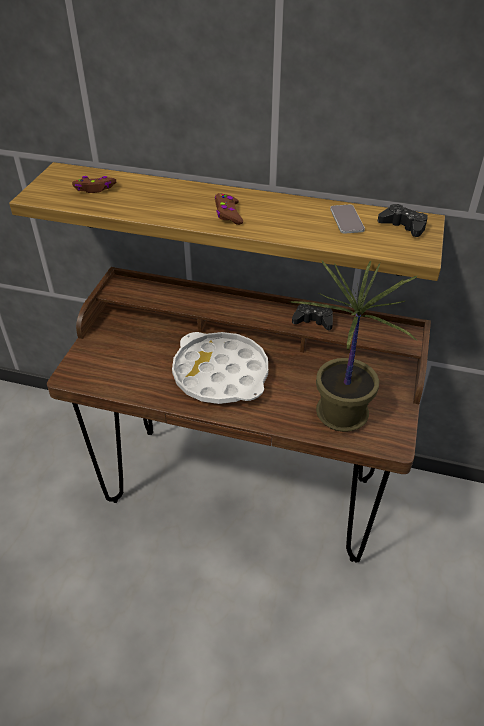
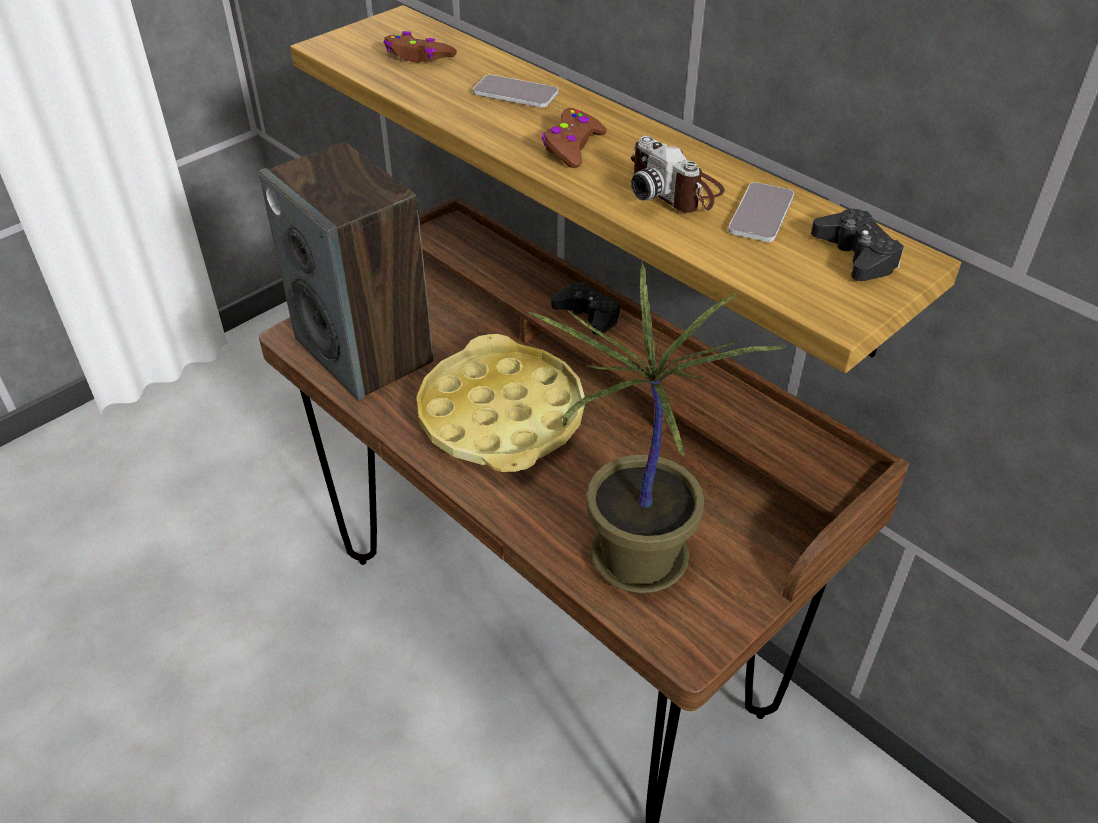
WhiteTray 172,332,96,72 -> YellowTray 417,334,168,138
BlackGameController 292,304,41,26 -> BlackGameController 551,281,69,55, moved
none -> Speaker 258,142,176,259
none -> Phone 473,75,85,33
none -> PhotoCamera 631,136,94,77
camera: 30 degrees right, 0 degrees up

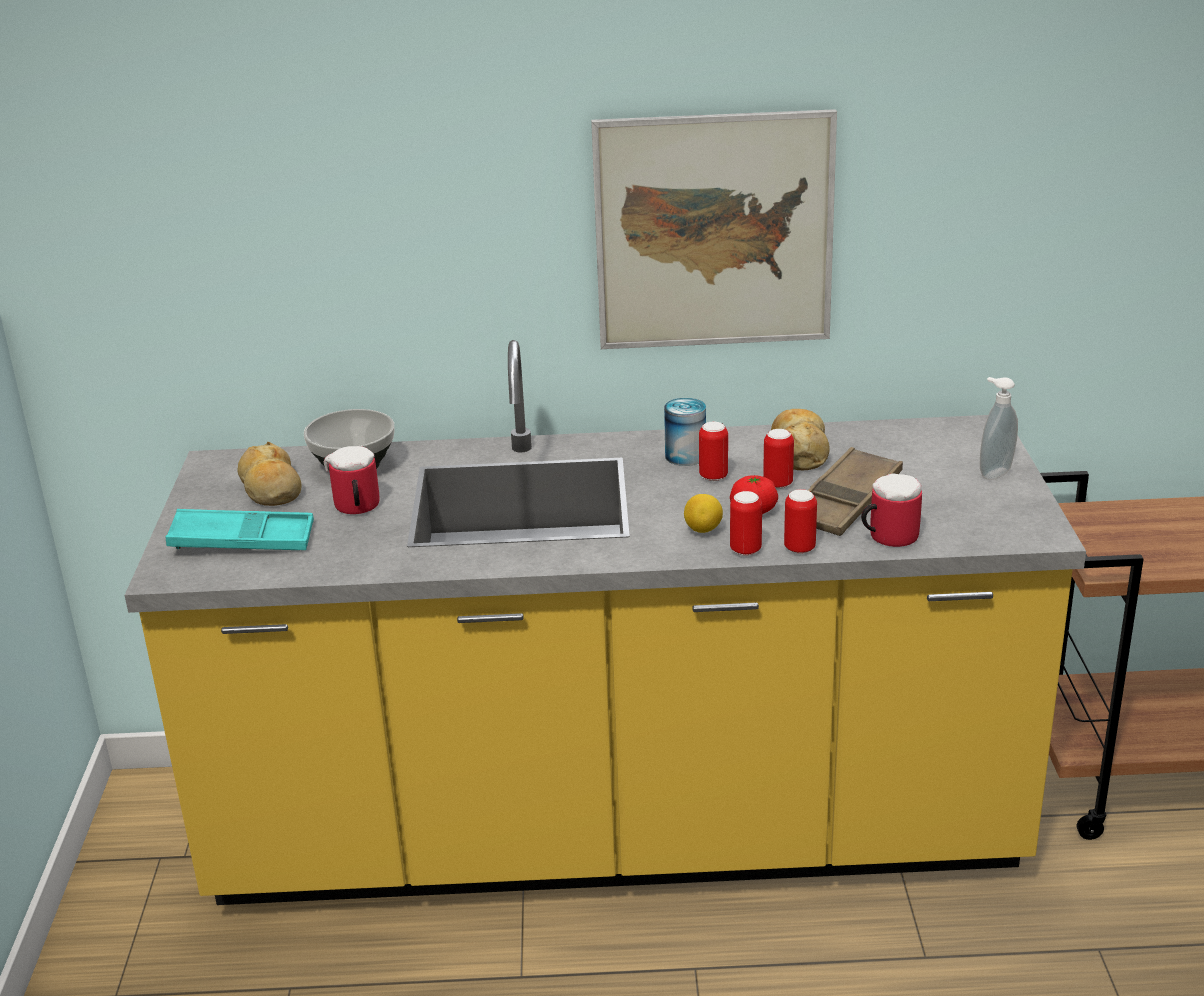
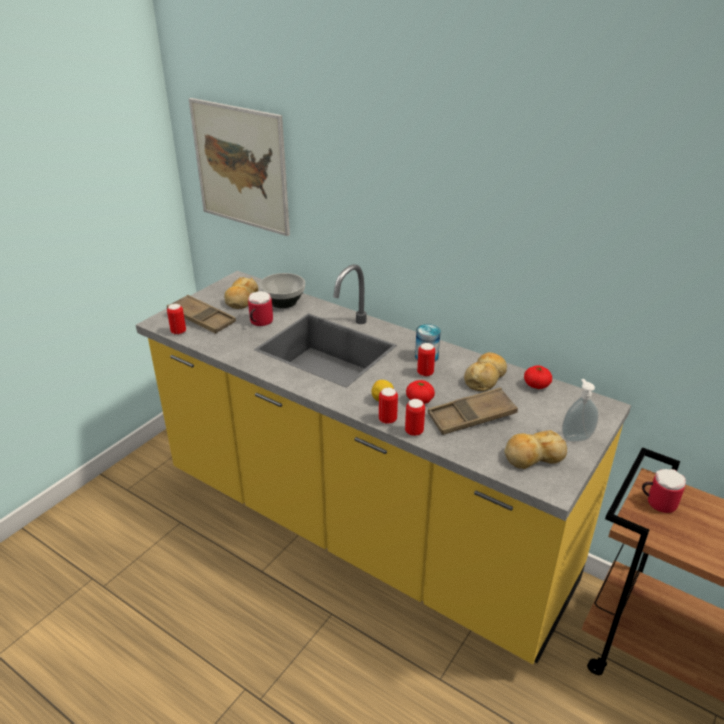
TurquoiseTray 166,509,148,41 -> BrownTray 167,295,69,39
Picture 591,109,246,240 -> Picture 189,98,101,138, moved
Can 763,429,31,60 -> Can 167,304,19,31, moved
Mug 861,473,61,74 -> Mug 642,469,44,44, moved
none -> Bread 504,430,63,39
none -> Tomato 524,365,28,24
camera: 35 degrees right, 5 degrees up

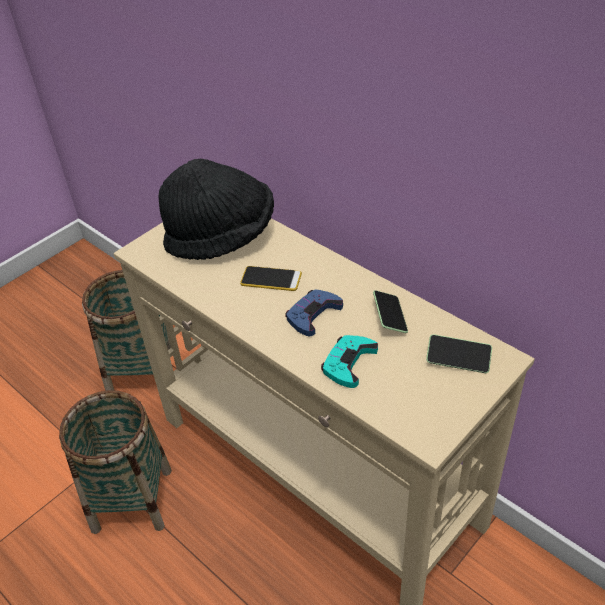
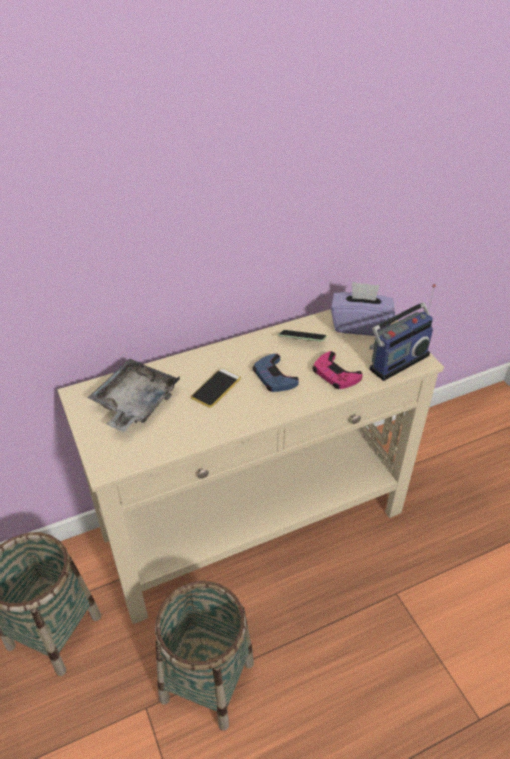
BlackHat 158,159,116,101 -> GreyTray 88,359,92,73
TurquoiseGameController 321,335,57,53 -> PinkGameController 312,351,51,38
Phone 426,334,66,39 -> PurpleTissueBox 331,282,64,54
none -> Radio 369,284,67,97
camera: 70 degrees left, 0 degrees up

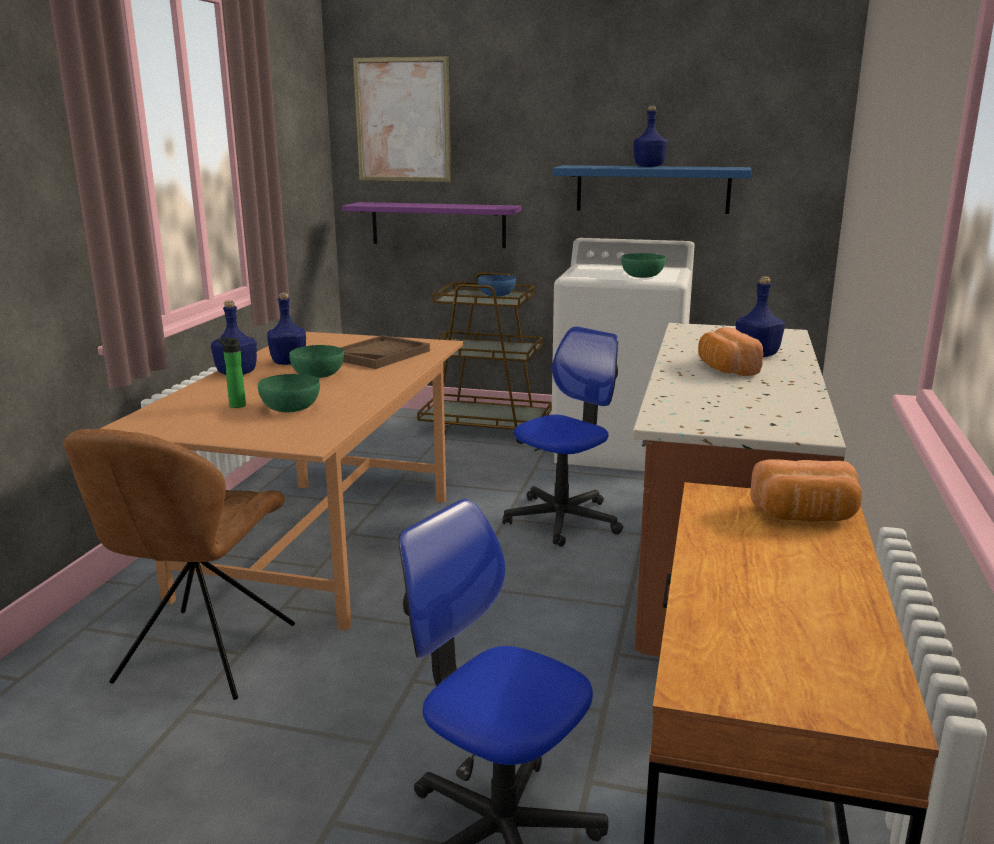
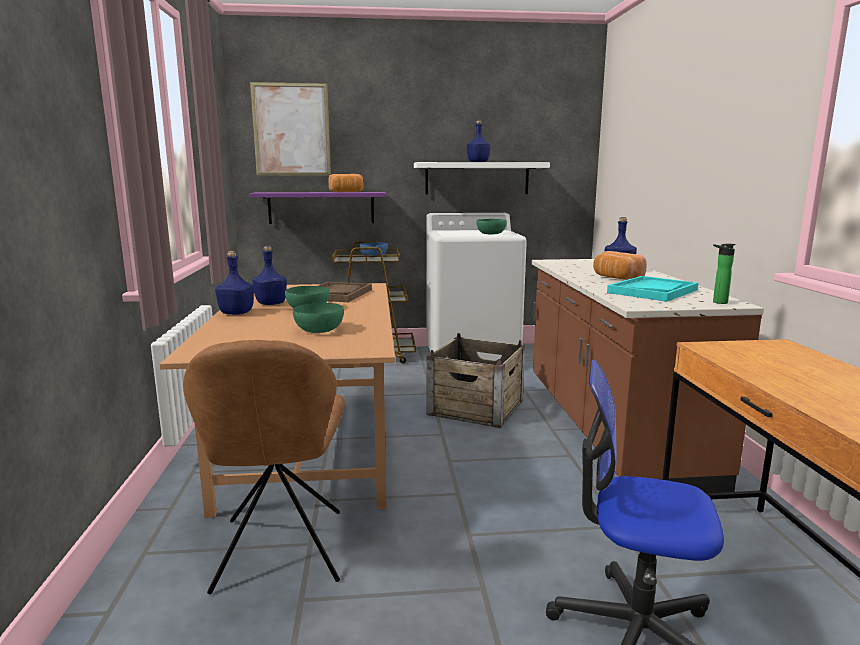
Bottle 217,337,29,71 -> Bottle 713,244,23,60, moved
OfficeChair 503,326,120,221 -> Crate 427,333,98,95
BlueShelf 552,165,200,49 -> WhiteShelf 414,162,136,33
Bread 750,459,112,63 -> Bread 329,174,35,18, moved
none -> TurquoiseTray 607,276,92,26
camera: 20 degrees left, 5 degrees down

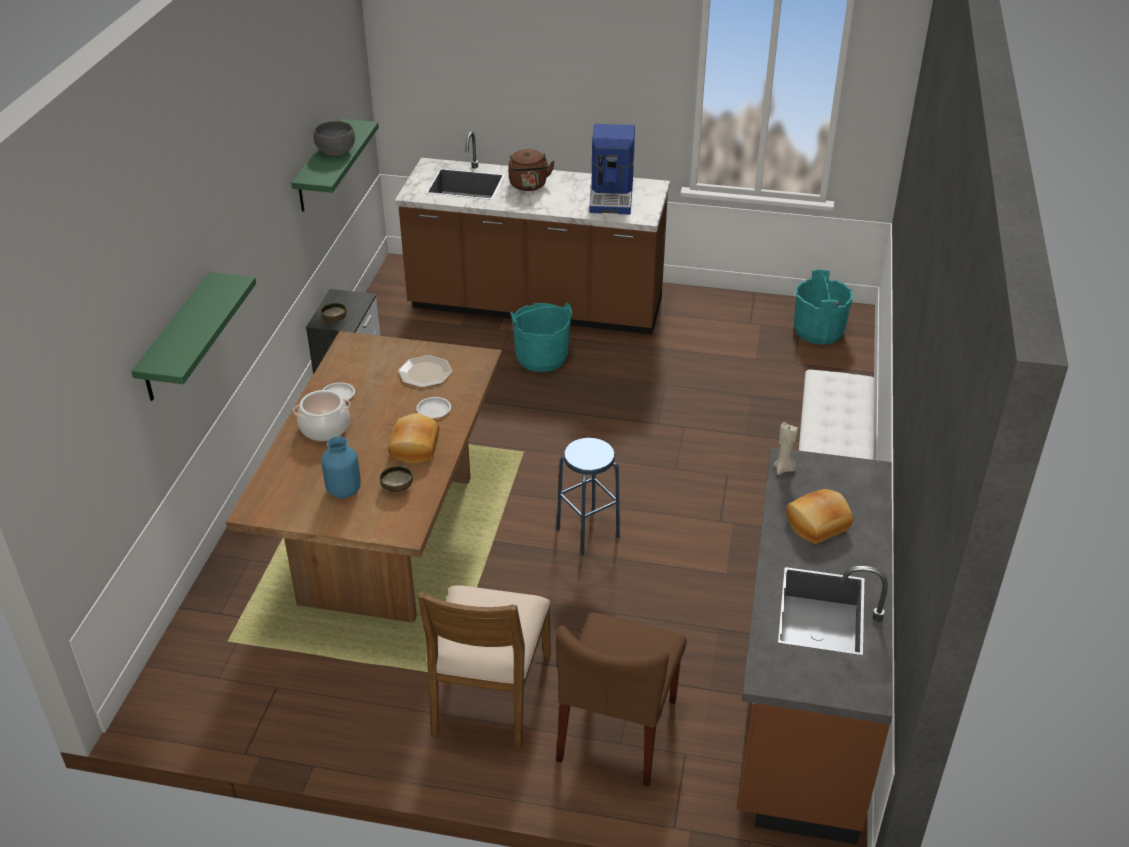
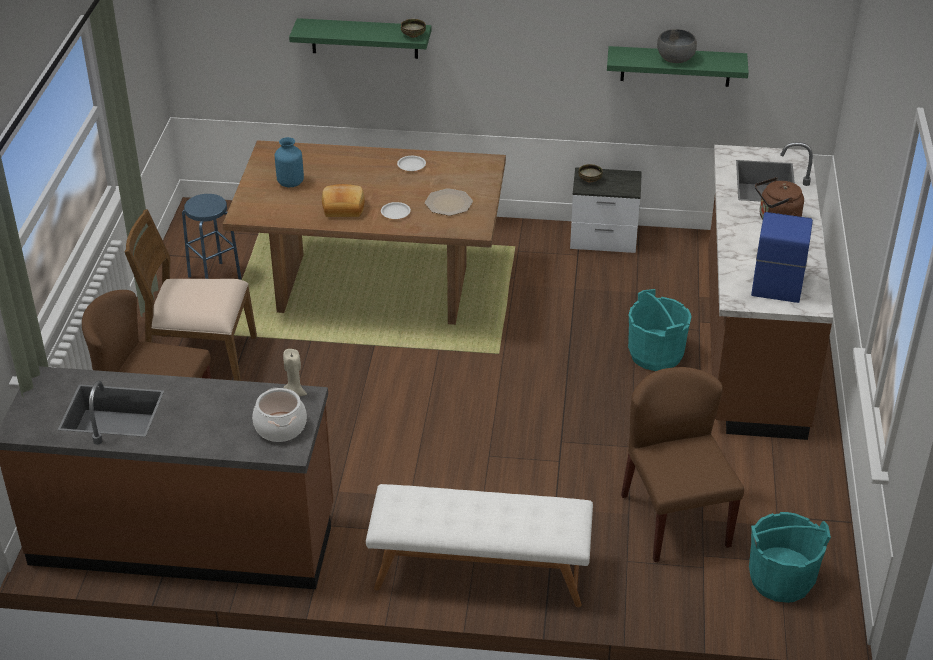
CookingPot 293,390,58,51 -> CookingPot 252,388,55,54, moved
Bowl 380,465,33,27 -> Bowl 401,19,25,19, moved
BlueStool 557,438,63,118 -> BlueStool 182,194,60,86, moved
CoffeeMachine 589,124,46,90 -> CoffeeMachine 751,212,62,91, 105 degrees clockwise
Bread 786,489,67,55 -> none
none -> BrownChair 621,367,123,195
camera: 85 degrees right, 0 degrees up

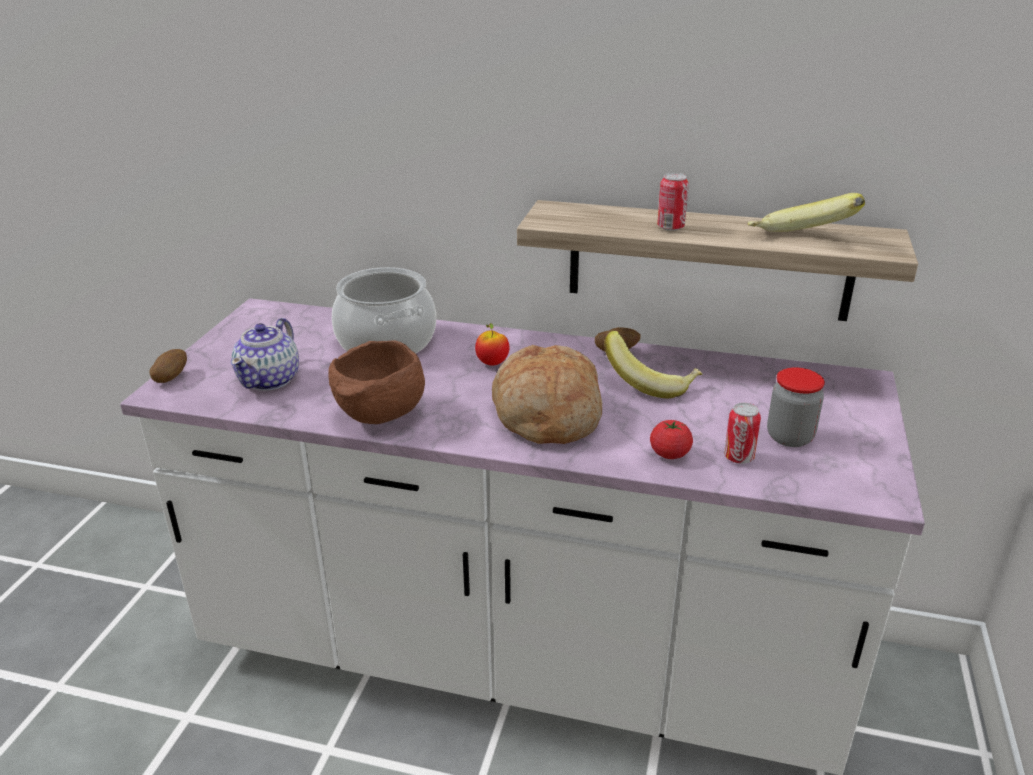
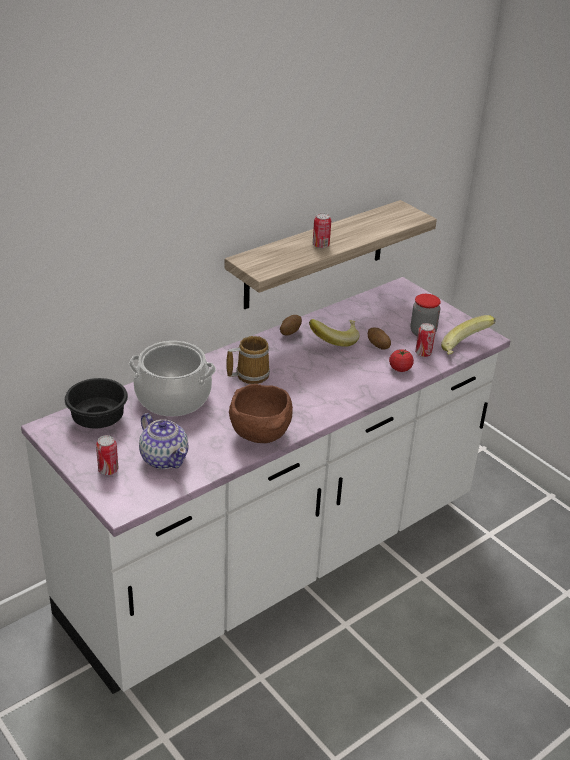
Potato 149,349,38,34 -> Potato 368,328,23,22, moved
Apple 475,323,34,42 -> Mug 226,336,44,48
Bread 492,345,110,99 -> none
Banana 748,193,117,39 -> Banana 441,315,55,40, moved
none -> BlackBowl 65,378,63,50
none -> Can 96,435,22,40
camera: 55 degrees left, 5 degrees up

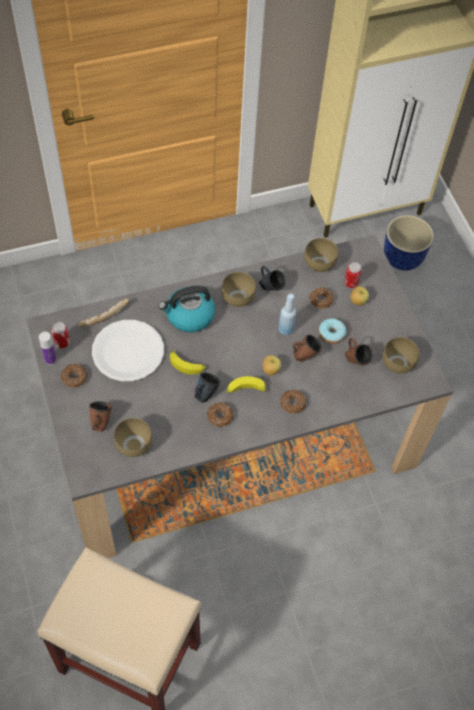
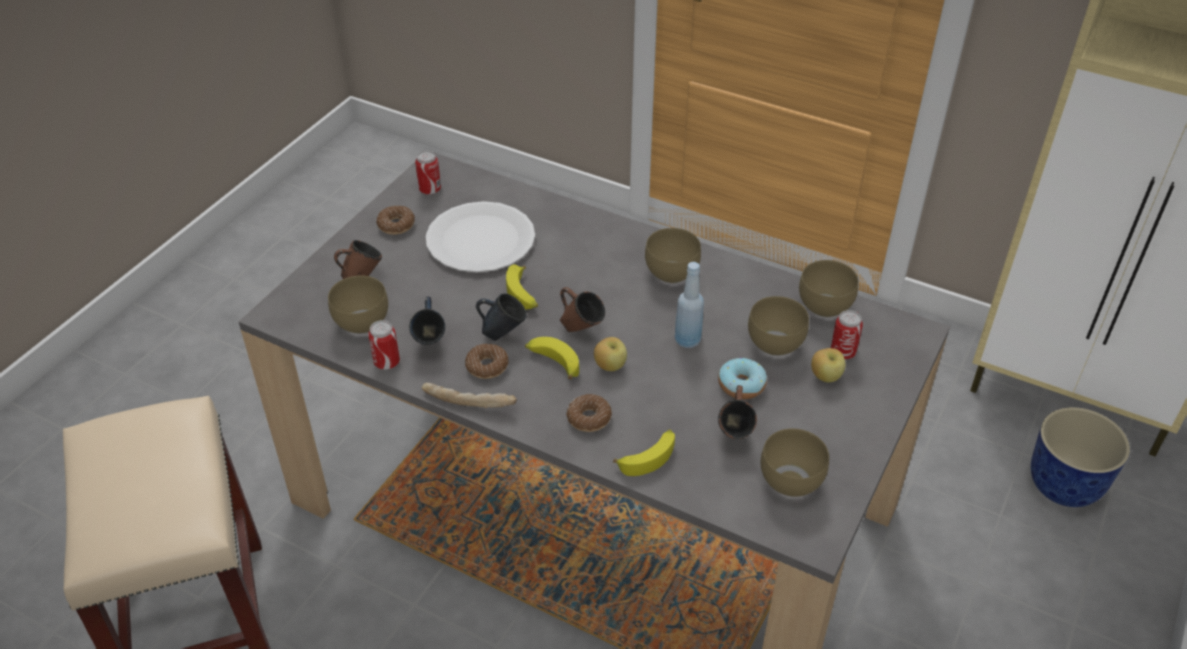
Bottle 39,332,18,33 -> none
Bread 78,298,51,29 -> Bread 422,383,95,25, moved
Kettle 158,286,57,46 -> none
BlueMug 259,266,27,25 -> BlueMug 409,297,36,48, moved
BrownMug 293,335,29,27 -> BrownMug 560,287,45,45, moved
Donut 309,287,25,22 -> BrownBowl 748,296,61,60
none -> Can 368,320,32,50
none -> Banana 613,429,62,47
camera: 50 degrees right, 15 degrees down

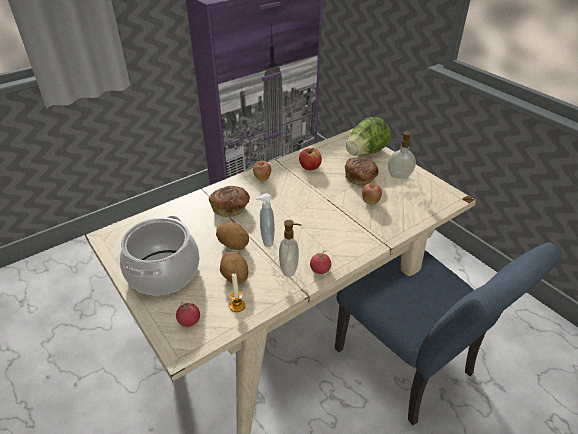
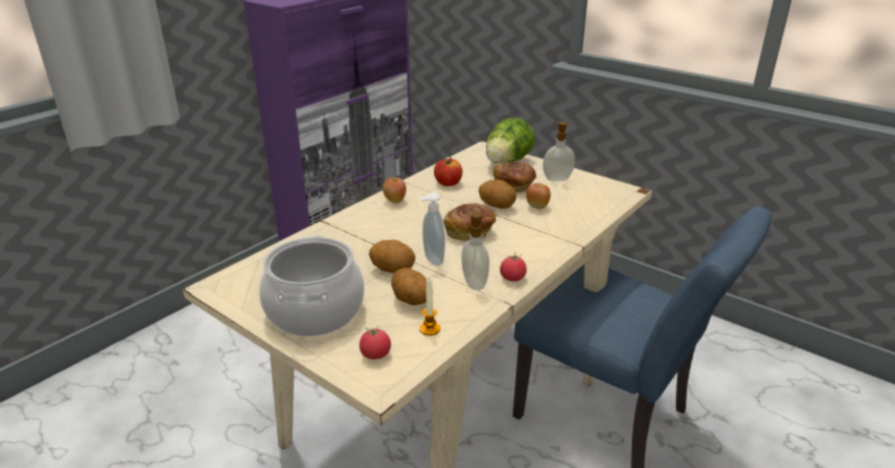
Bread 209,186,41,31 -> Bread 443,203,53,39, moved
none -> Potato 479,180,38,29
camera: 15 degrees left, 10 degrees down

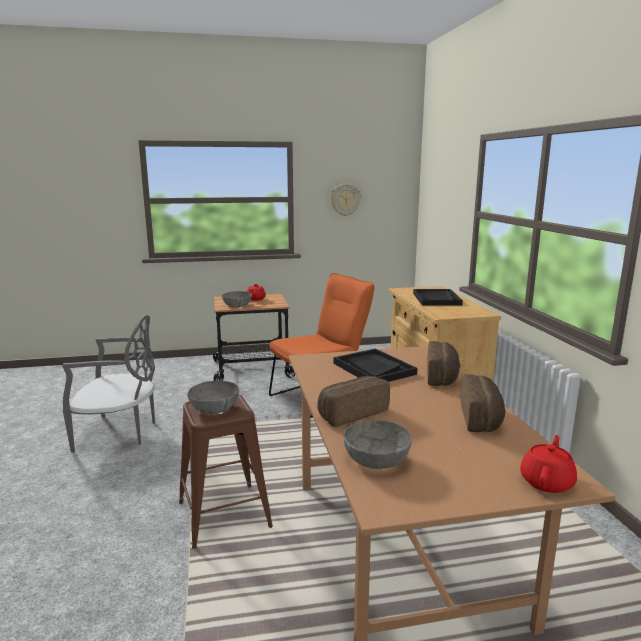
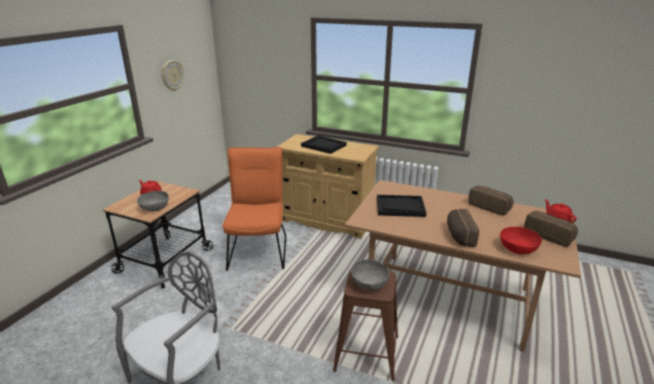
GreyBowl 344,420,68,49 -> RedBowl 500,227,42,27
Bread 427,341,33,45 -> Bread 524,211,54,36, moved
camera: 55 degrees left, 10 degrees up

